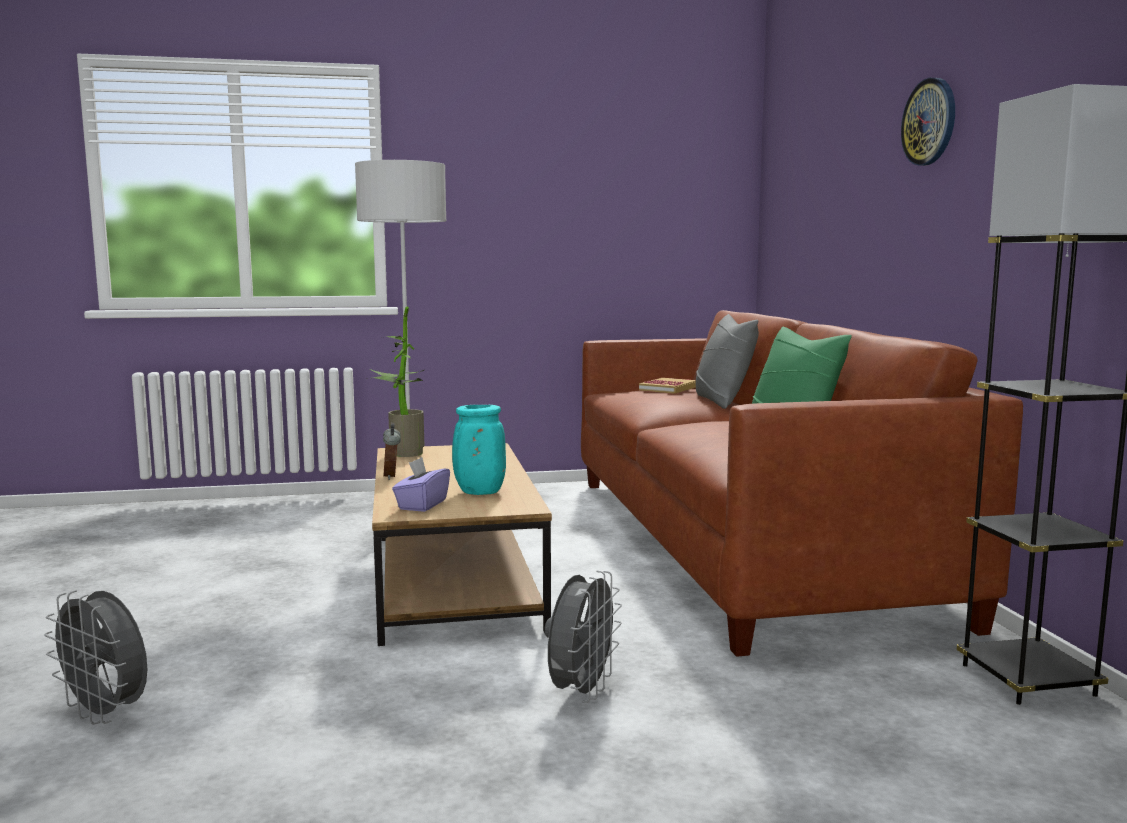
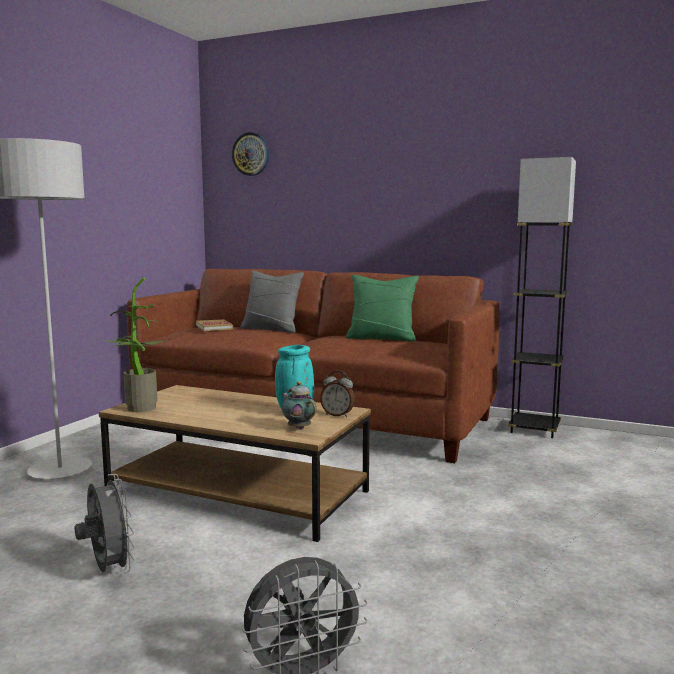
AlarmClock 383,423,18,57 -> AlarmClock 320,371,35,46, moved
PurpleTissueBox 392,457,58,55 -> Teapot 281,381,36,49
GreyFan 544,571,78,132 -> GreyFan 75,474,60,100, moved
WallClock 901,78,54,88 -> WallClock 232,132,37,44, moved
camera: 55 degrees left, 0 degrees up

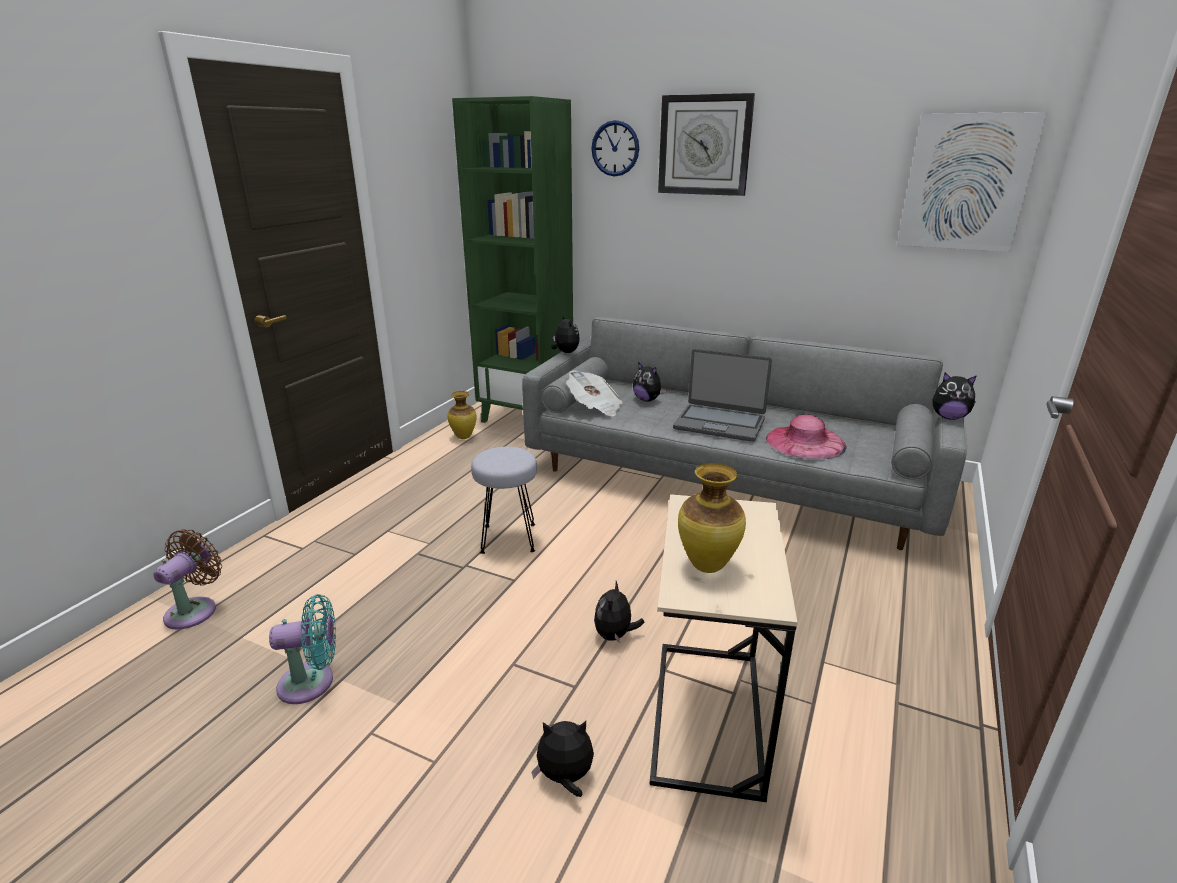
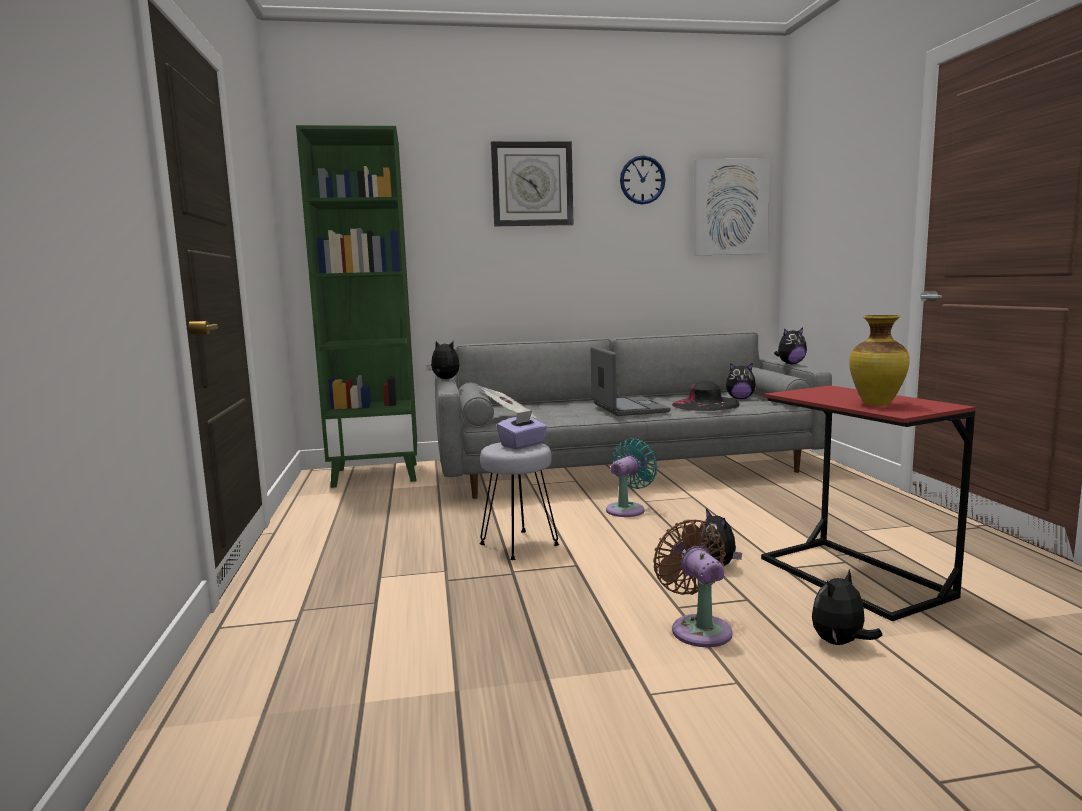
BrownFan 154,529,68,101 -> BrownFan 653,520,79,127, moved
TurquoiseFan 269,594,67,110 -> TurquoiseFan 606,438,52,79, moved
Vase 447,391,30,48 -> none
WallClock 591,120,48,56 -> WallClock 620,155,45,50, moved
PlushToy 633,362,33,40 -> PlushToy 726,363,30,36, moved
BeigeSideTable 650,494,148,308 -> RedSideTable 761,385,215,236
Laptop 673,349,99,93 -> Laptop 591,346,79,70, 90 degrees counterclockwise
PinkHat 766,415,81,44 -> BlackHat 672,381,68,30
none -> PurpleTissueBox 497,410,50,40
camera: 35 degrees left, 15 degrees down

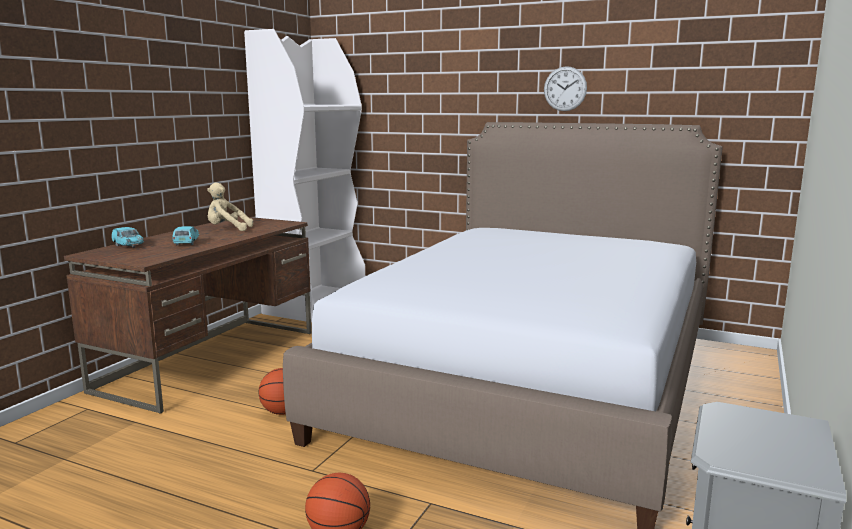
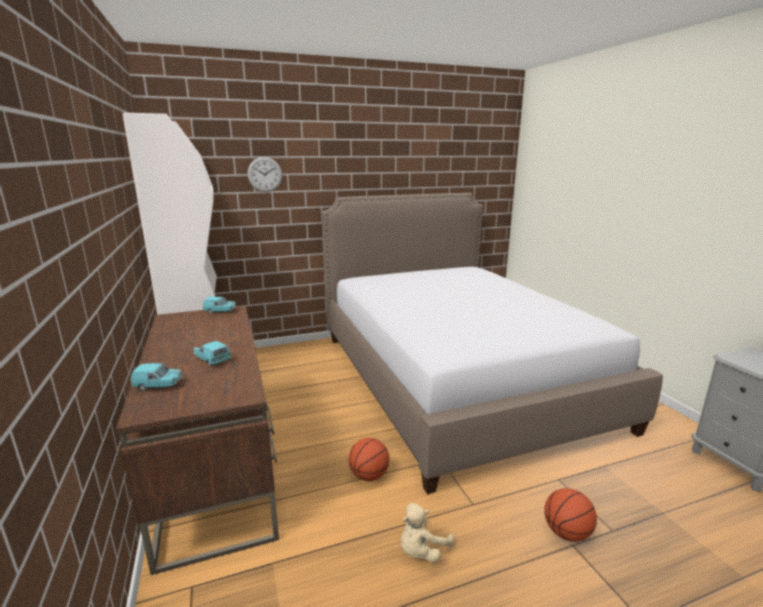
BeigePlushToy 207,183,46,48 -> BeigePlushToy 401,503,53,60, moved
WallClock 544,66,43,45 -> WallClock 248,157,34,35, moved
none -> TurquoiseToyCar 203,297,33,17
camera: 45 degrees left, 5 degrees up

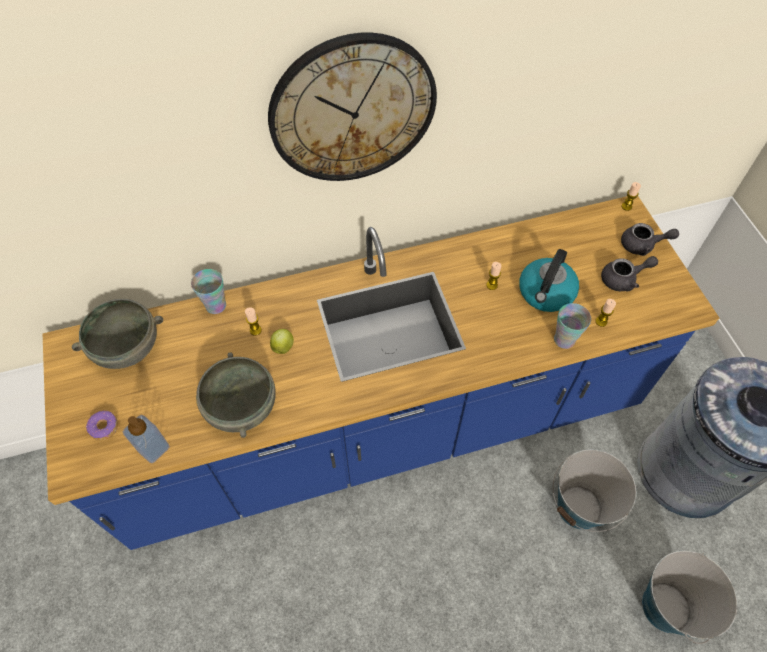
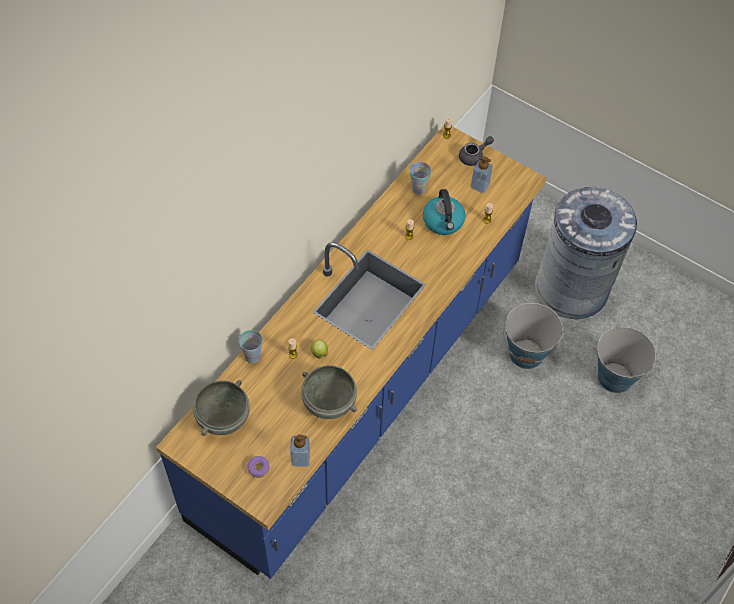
WallClock 268,33,169,148 -> none
Cup 554,303,37,46 -> Cup 410,162,21,32, moved
GreyTeapot 601,256,57,35 -> SoapDispenser 471,156,22,37
camera: 40 degrees left, 0 degrees up

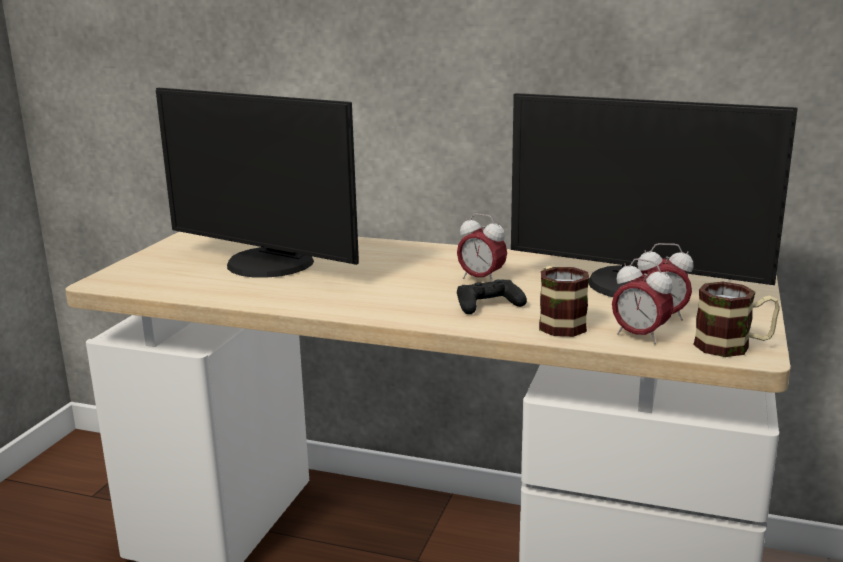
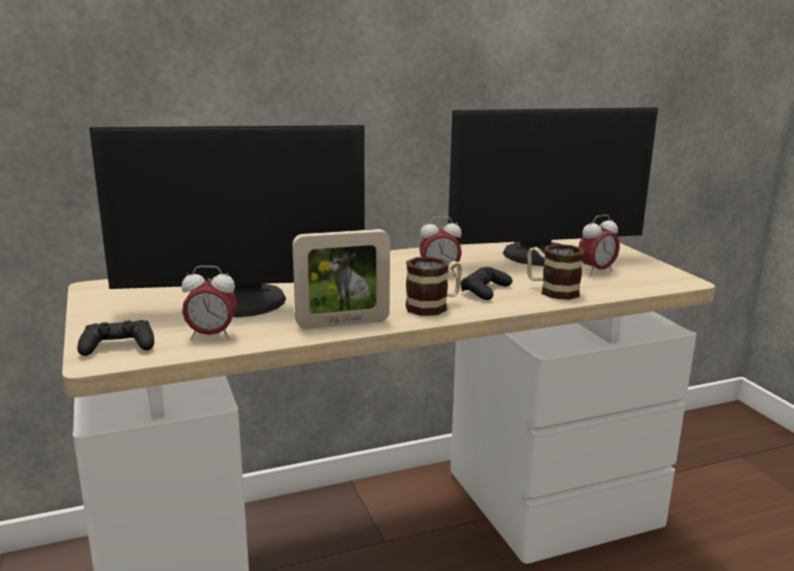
AlarmClock 612,258,62,86 -> AlarmClock 182,266,55,73, moved
Mug 693,282,87,75 -> Mug 405,257,57,59, moved
none -> BlackGameController 77,320,77,36
none -> PictureFrame 292,229,98,100
camera: 40 degrees left, 0 degrees up

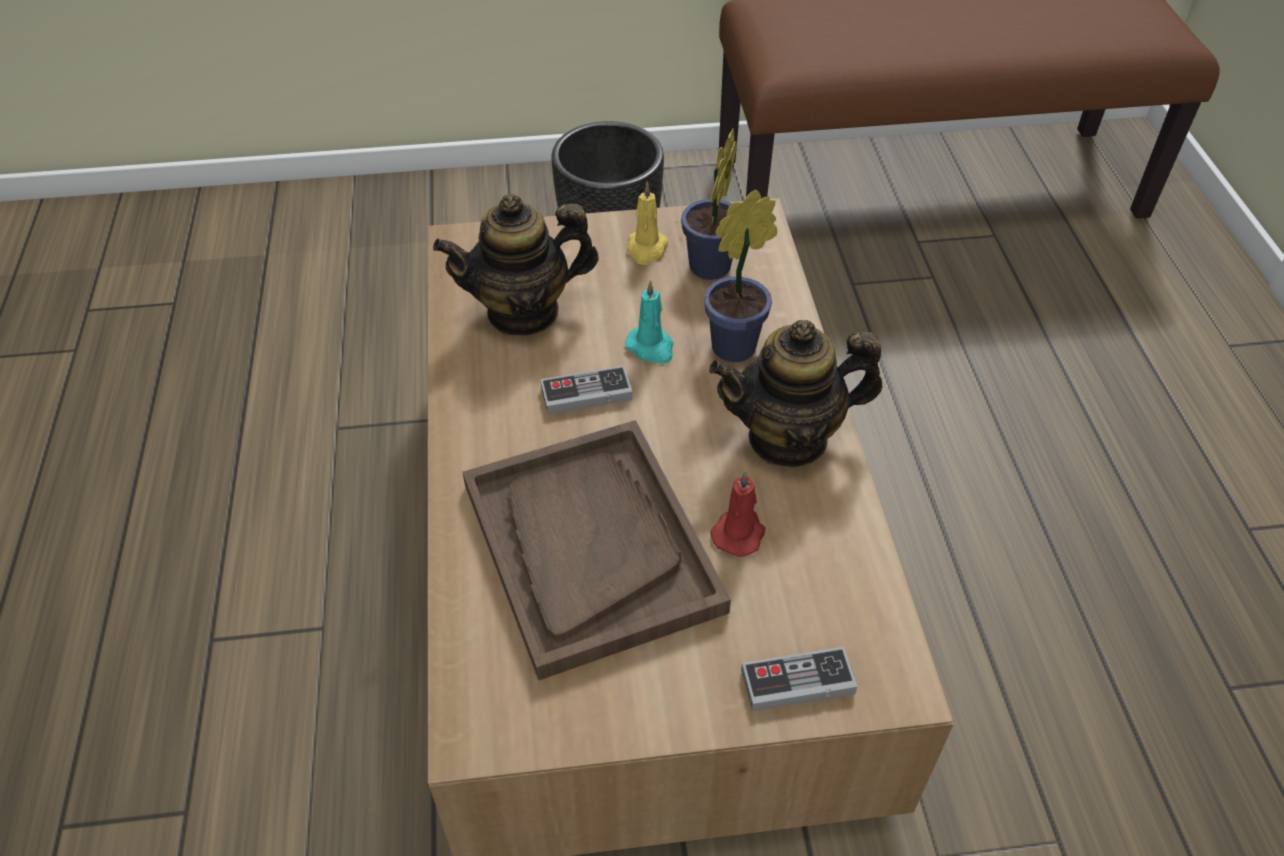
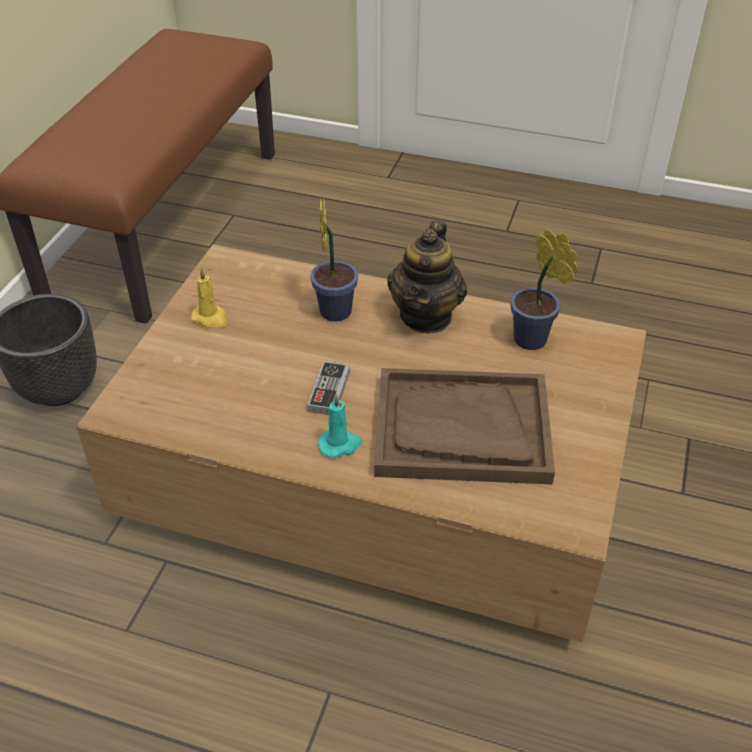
Teapot 433,194,166,142 -> none
TurquoiseCandle 625,280,48,84 -> TurquoiseCandle 318,394,44,64, moved
PottedPlant 681,128,56,152 -> PottedPlant 510,229,68,121, moved
RedCandle 710,470,55,87 -> none
GameController 741,647,117,64 -> none
camera: 65 degrees left, 5 degrees down

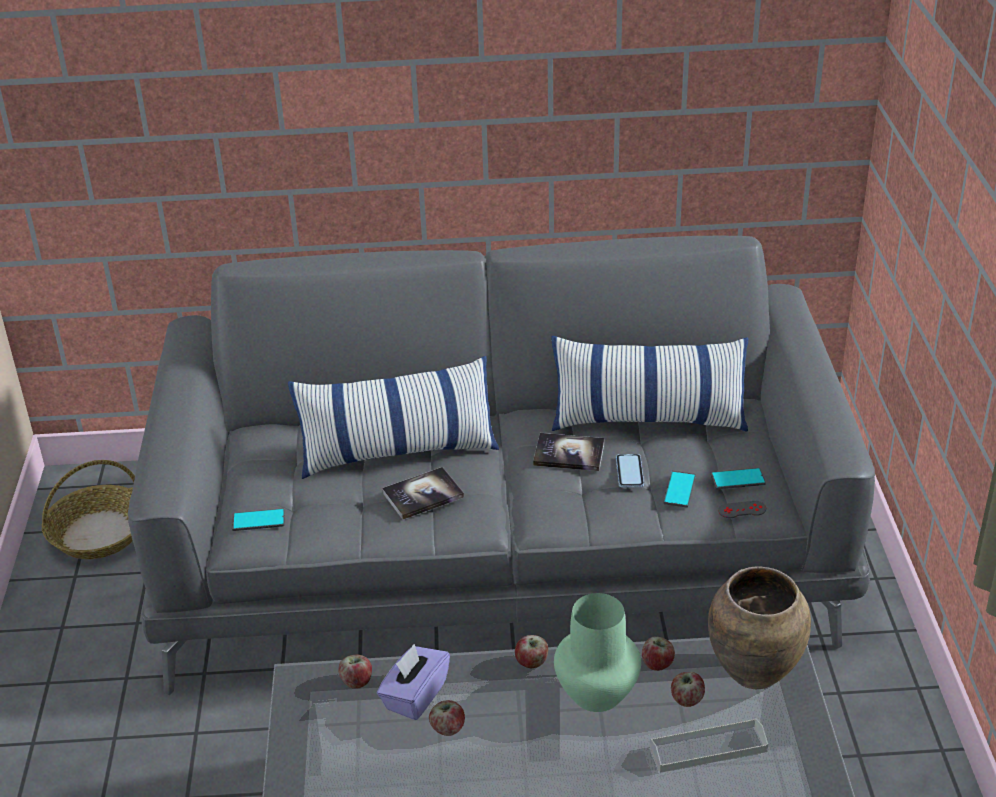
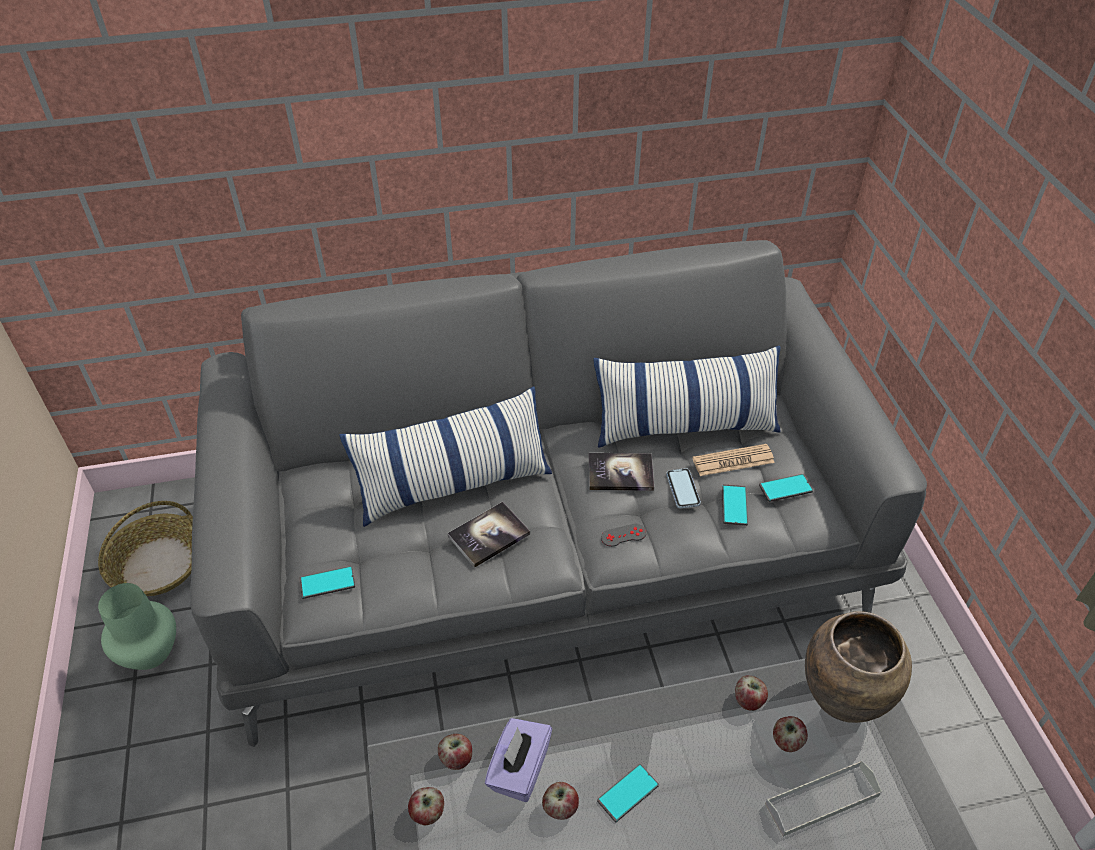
Apple 515,635,33,33 -> Apple 408,787,36,38, moved
GreenVase 554,593,87,119 -> GreenVase 98,583,78,87, moved
GreyGameController 718,501,48,17 -> GreyGameController 601,524,45,23, moved
none -> Phone 597,764,62,58
none -> Newspaper 692,444,83,32
camera: 10 degrees left, 10 degrees up

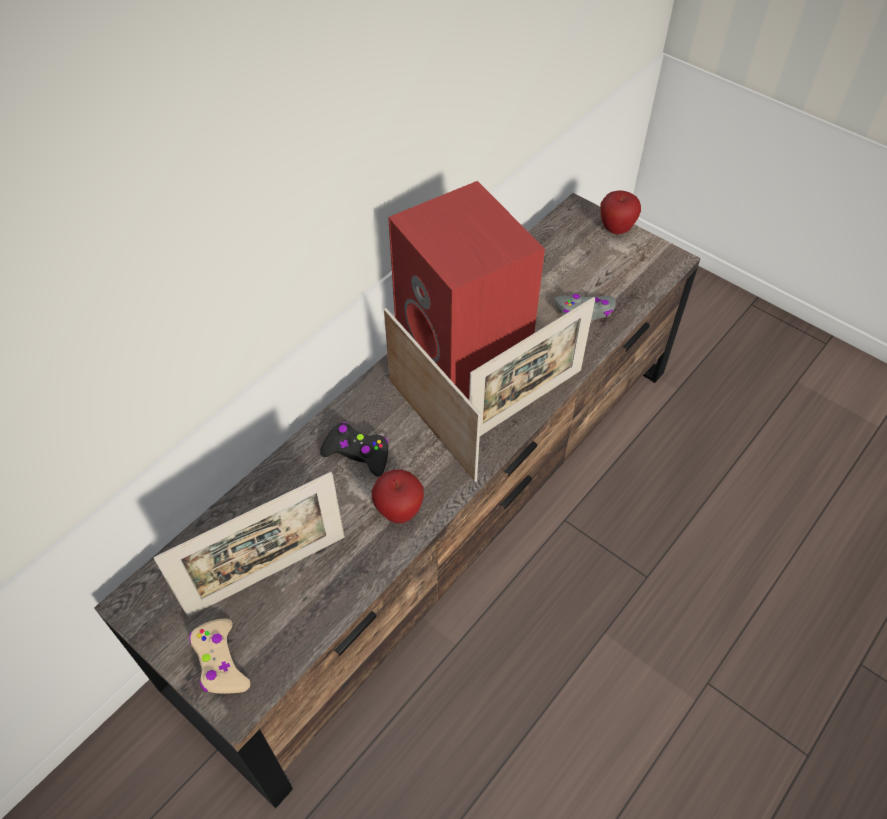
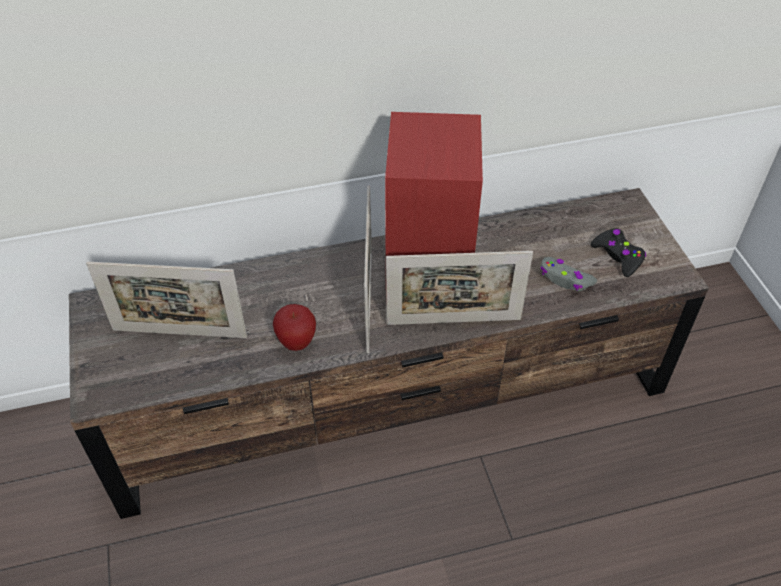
BeigeGameController 189,618,61,76 -> none
BlackGameController 320,422,69,55 -> BlackGameController 591,228,55,49, moved
Apple 601,190,40,45 -> none
camera: 35 degrees right, 5 degrees down

